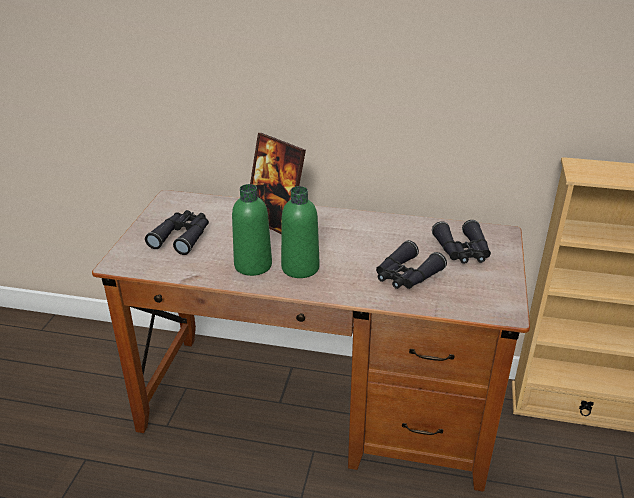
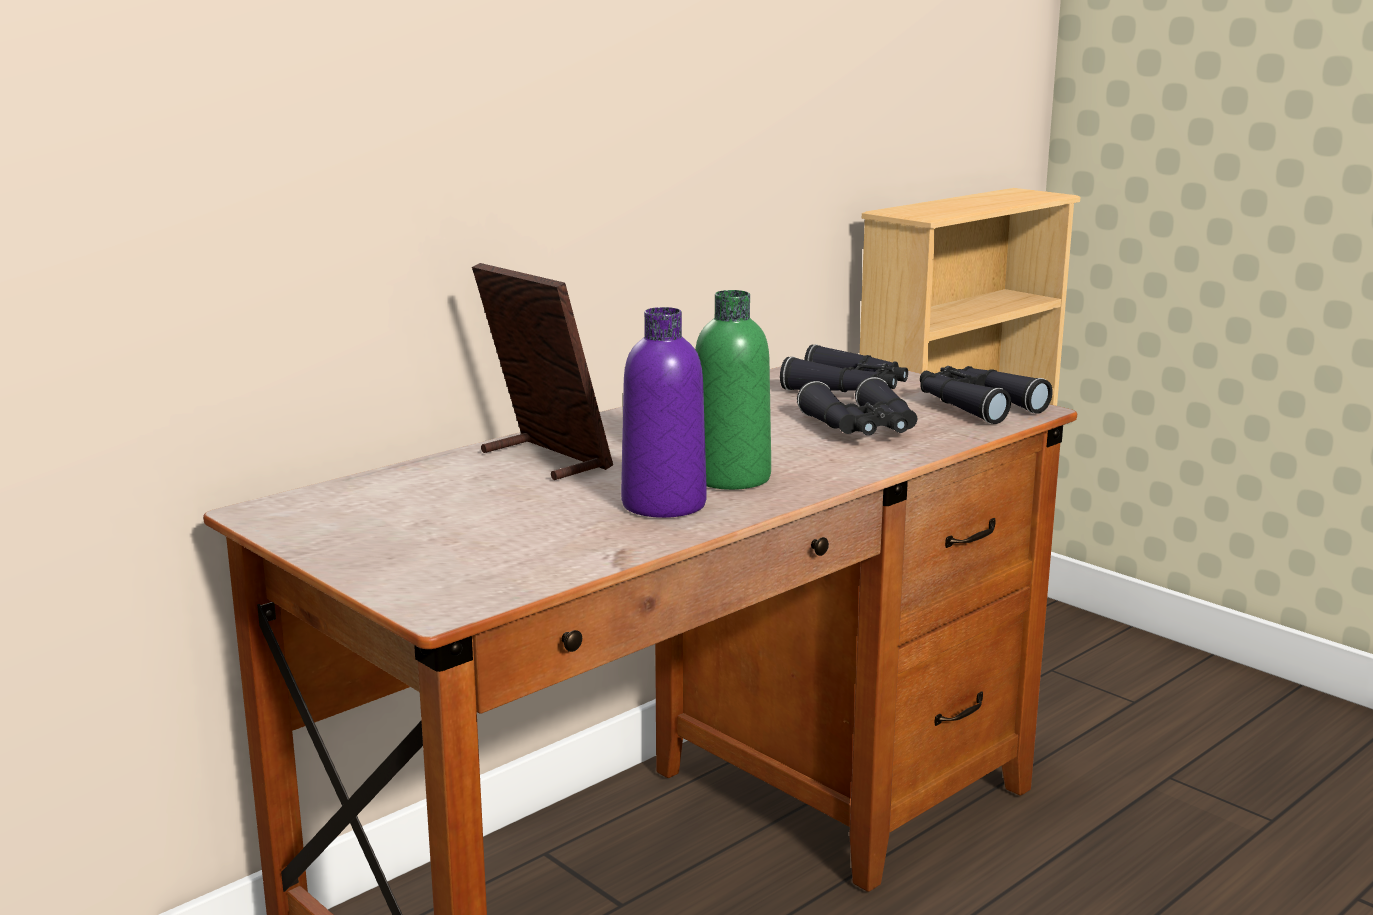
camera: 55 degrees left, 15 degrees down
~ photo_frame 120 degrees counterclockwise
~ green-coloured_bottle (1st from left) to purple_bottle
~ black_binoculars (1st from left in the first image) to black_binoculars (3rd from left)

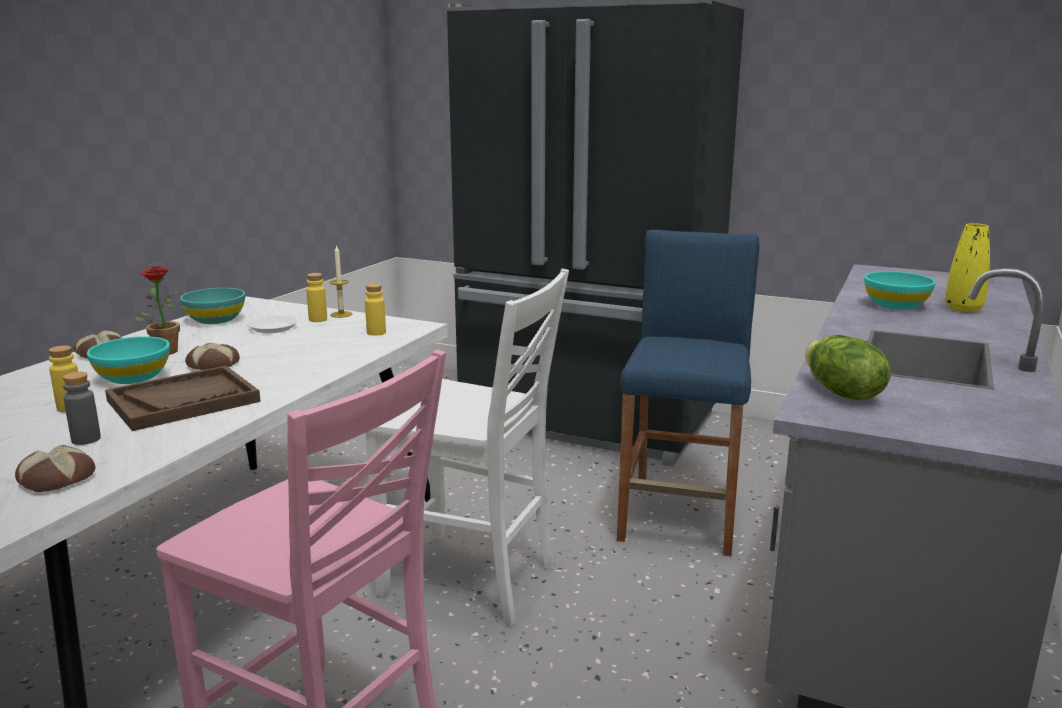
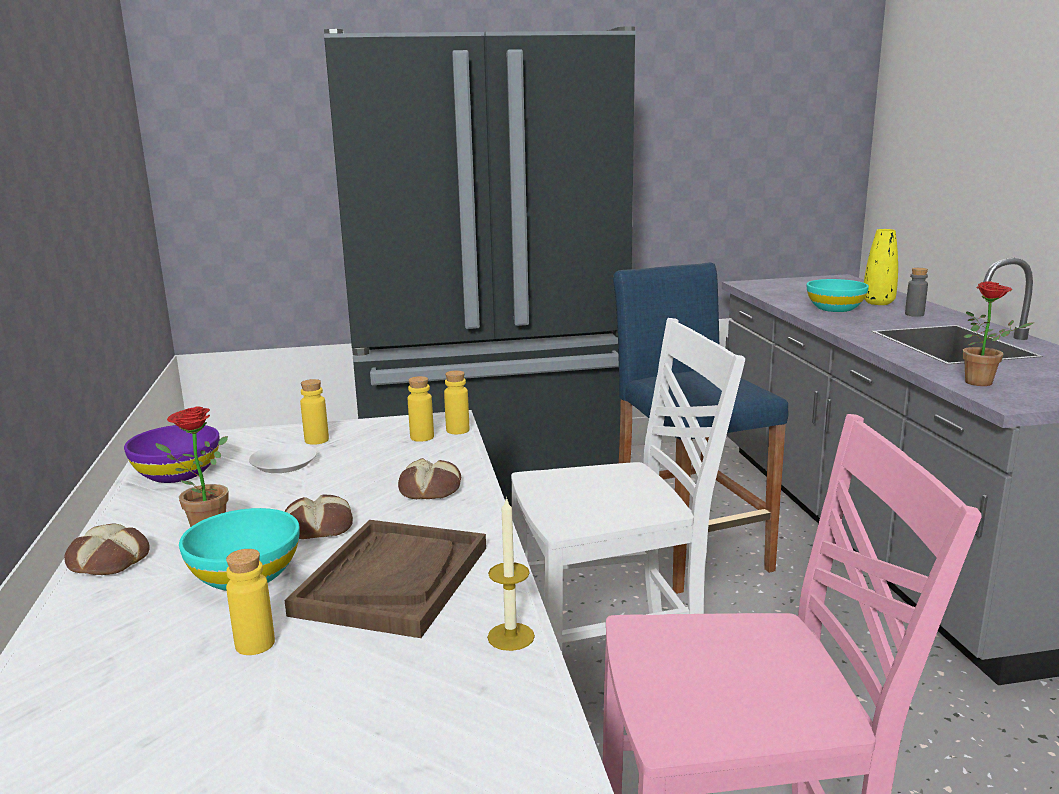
camera: 35 degrees left, 0 degrees up
~ wax_light
~ turquoise_bowl (2nd from left) to purple_bowl
~ head_of_lettuce to potted_plant (2nd from left)
~ greyish_bottle
~ baked_bread (1st from left in the first image) to baked_bread (3rd from left)
+ yellow-coloured_bottle (4th from left)

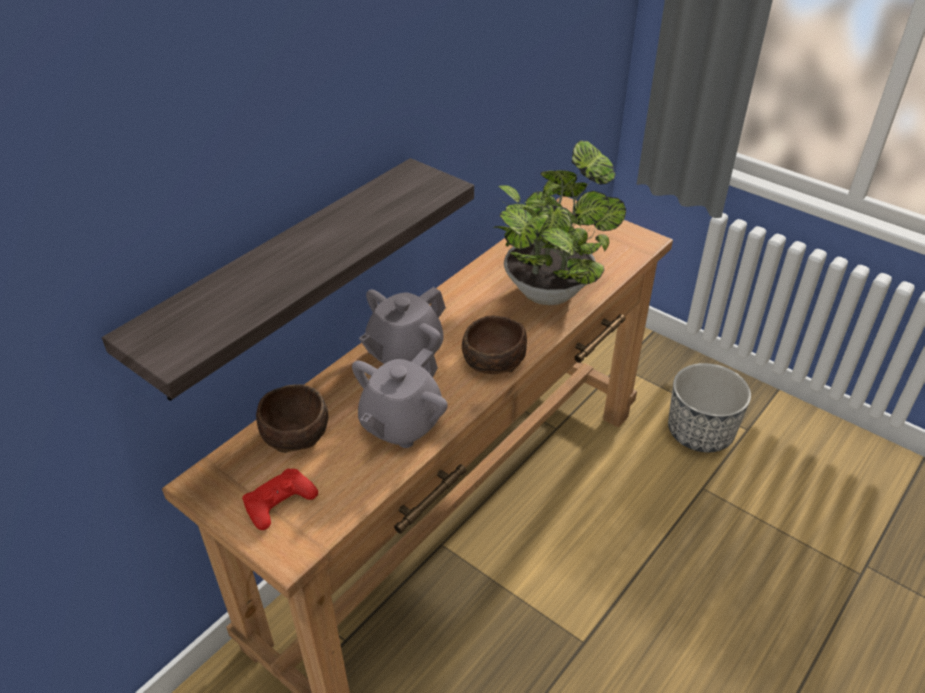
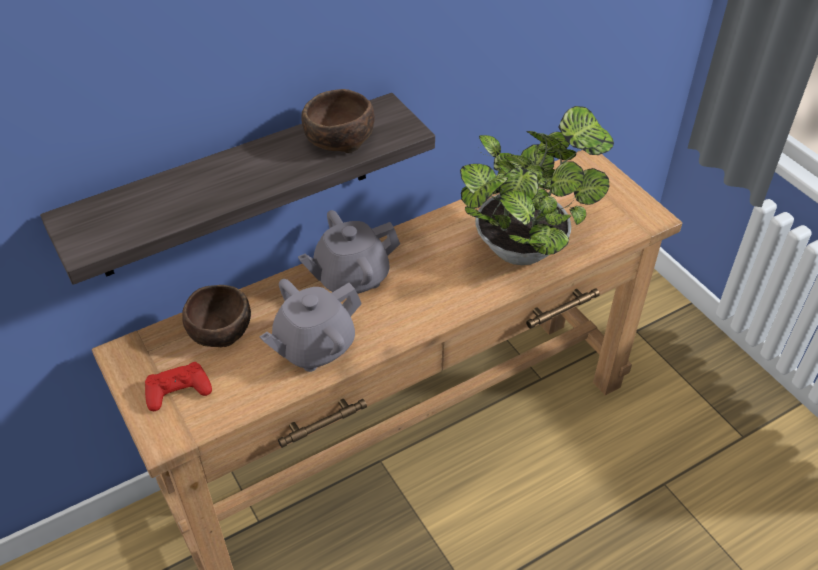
camera: 20 degrees right, 5 degrees up
~ brown_bowl (2nd from left)
- flower_pot

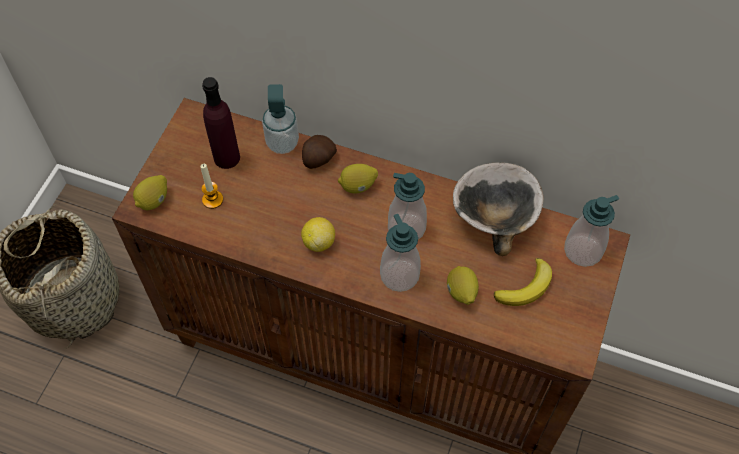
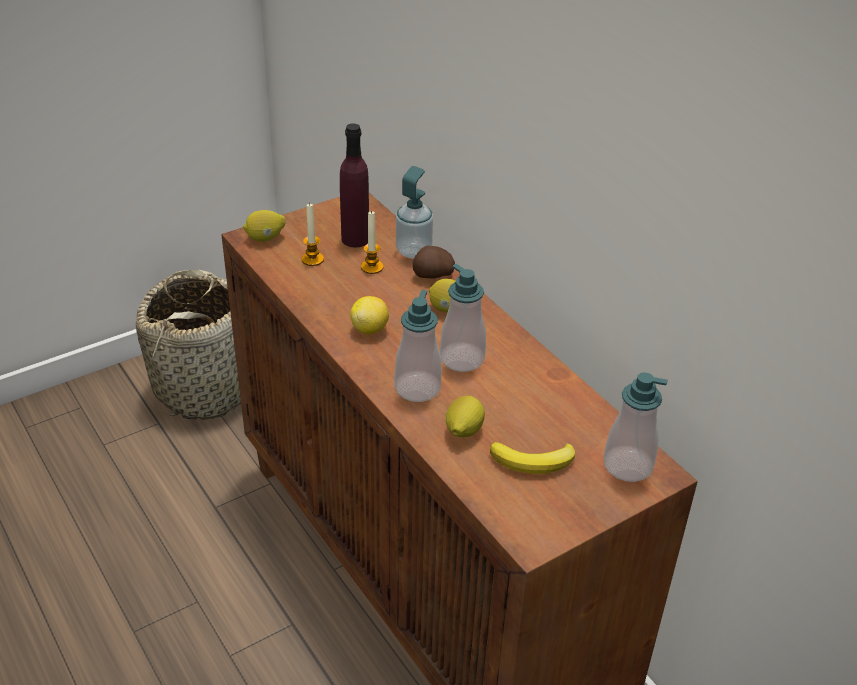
camera: 35 degrees right, 20 degrees down
- bowl
+ wax_light (2nd from left)

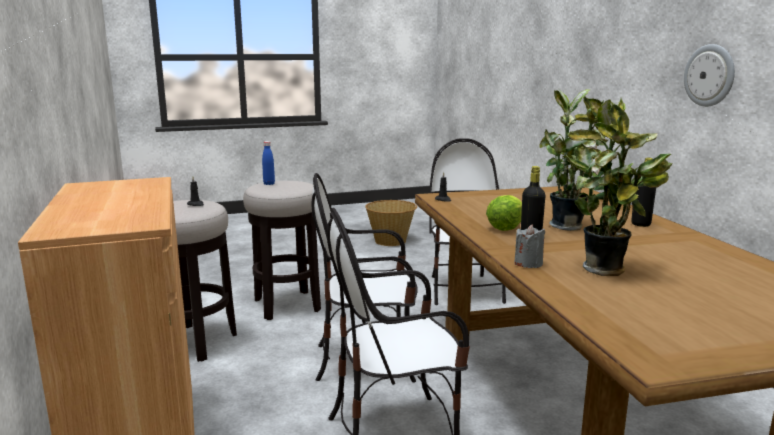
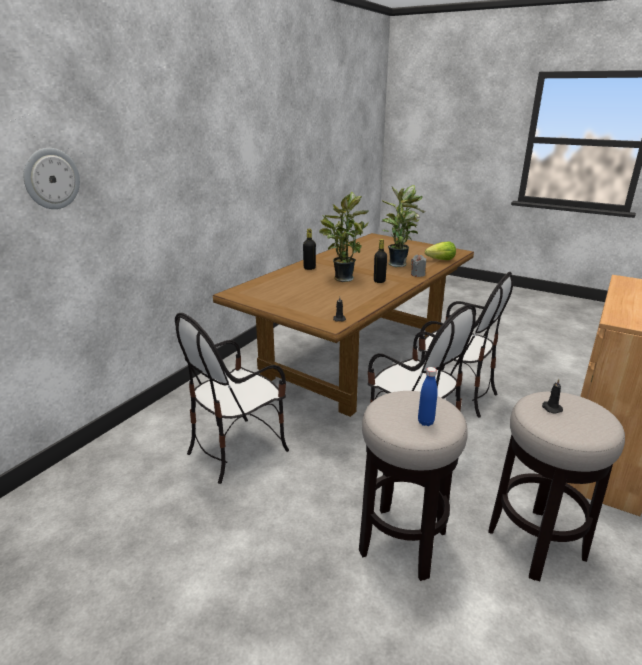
camera: 130 degrees left, 10 degrees up
~ hanging_clock
~ head_of_lettuce
- household_basket

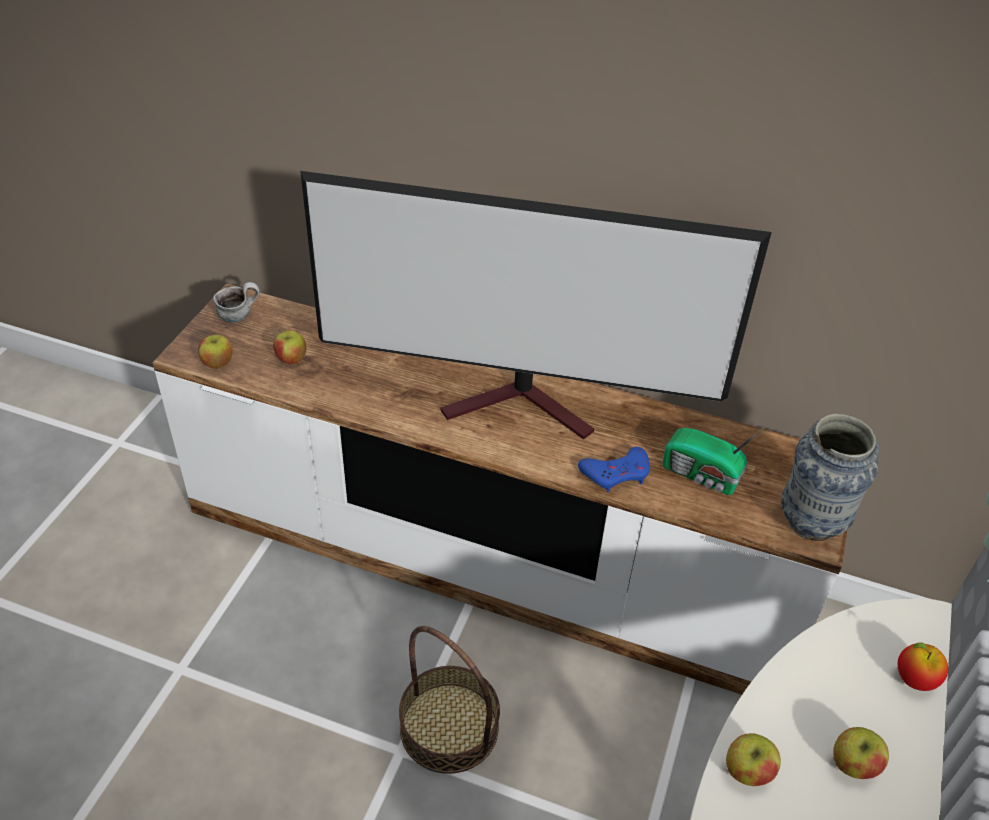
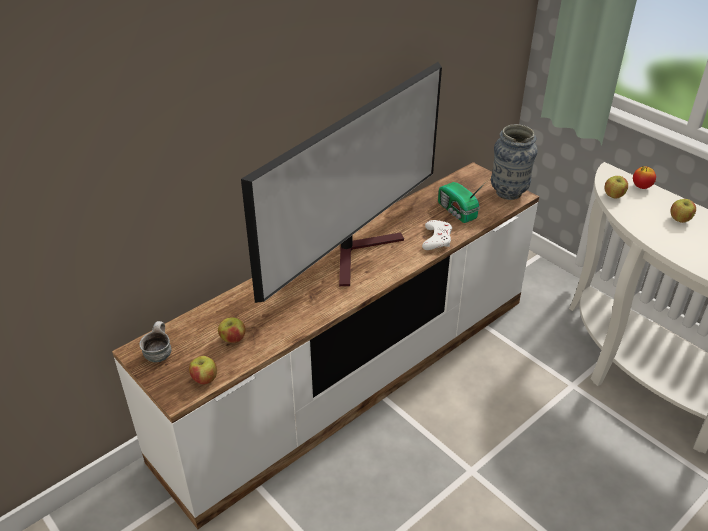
camera: 60 degrees left, 5 degrees down
~ radio 90 degrees clockwise
~ blue_game_controller to whitish_game_controller
- household_basket
~ whole_apple (3rd from left)

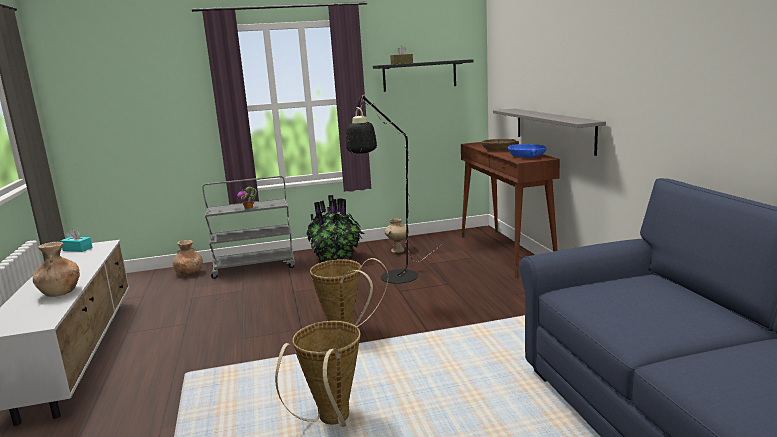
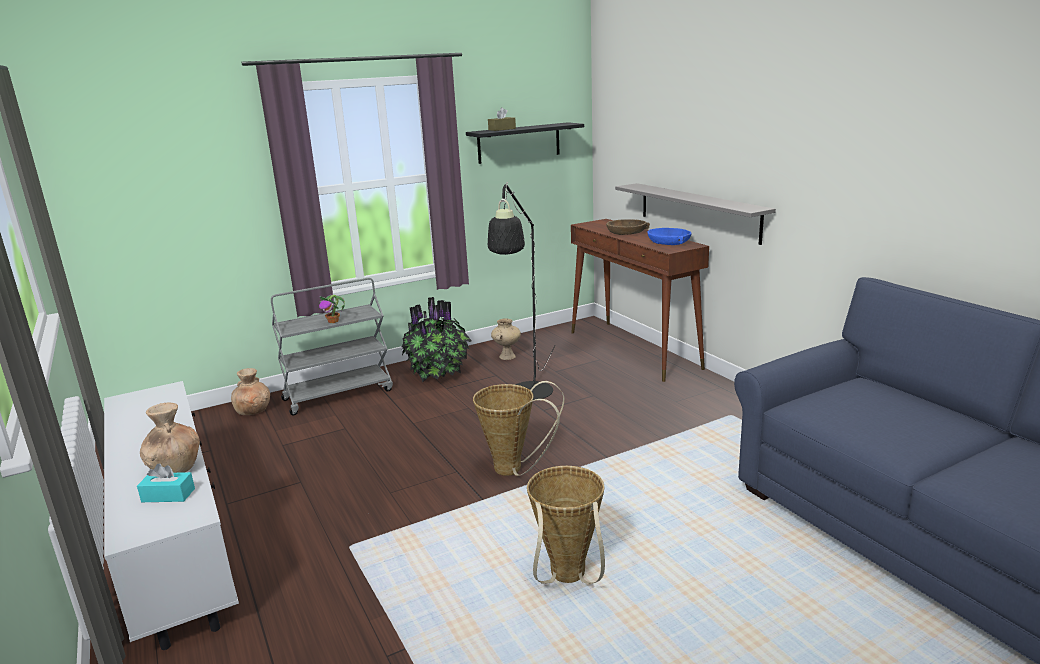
camera: 15 degrees left, 5 degrees up
~ turquoise_tissue_holder

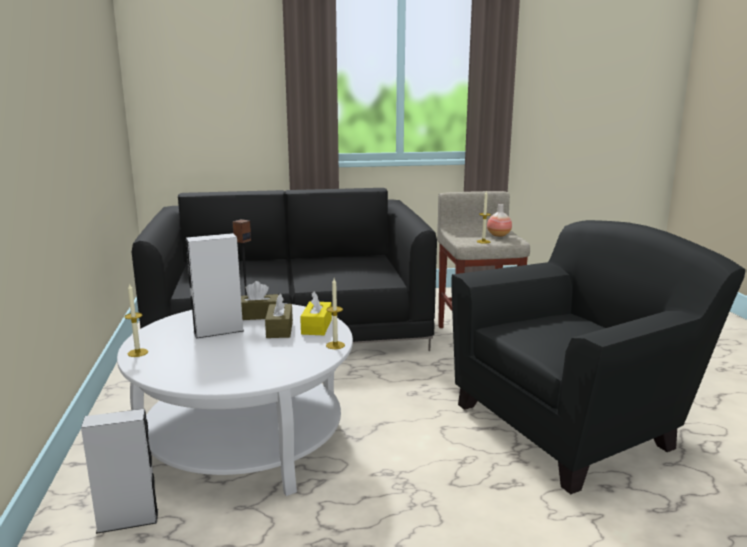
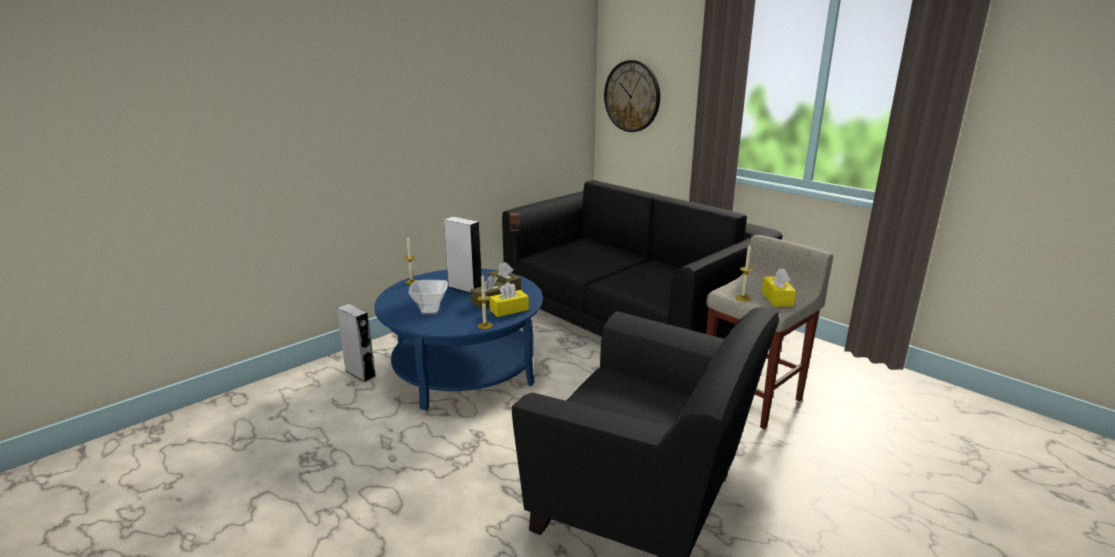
camera: 55 degrees right, 5 degrees up
~ decorative_vase to yellow-coloured_tissue_holder (2nd from left)
~ whitish_low_table to blue_low_table
+ hanging_clock
+ bowl

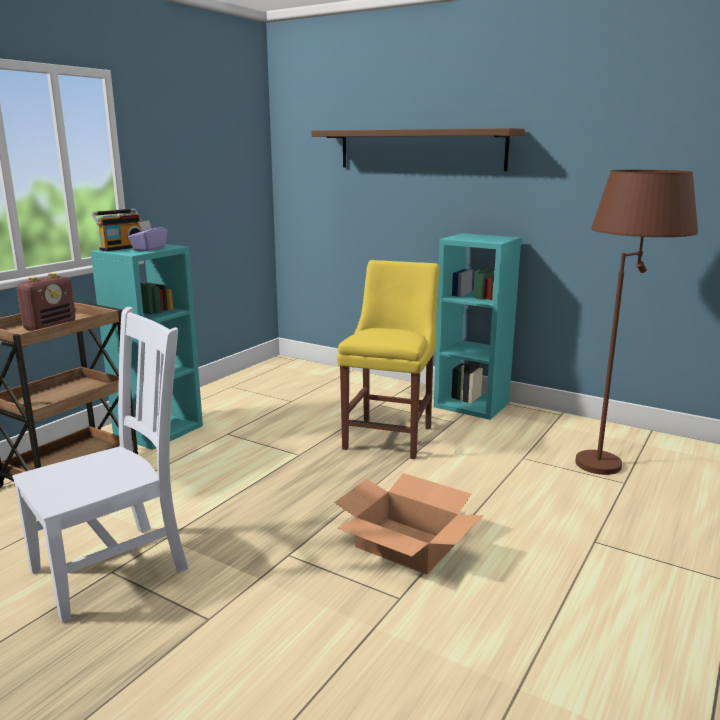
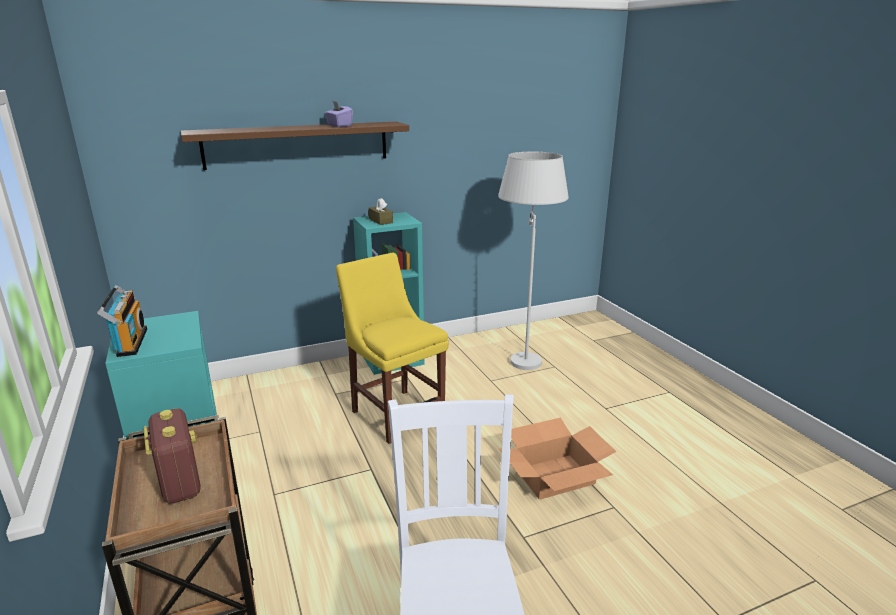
camera: 55 degrees left, 5 degrees up
~ brown_floor_lamp to whitish_floor_lamp
~ purple_tissue_holder
+ brown_tissue_holder

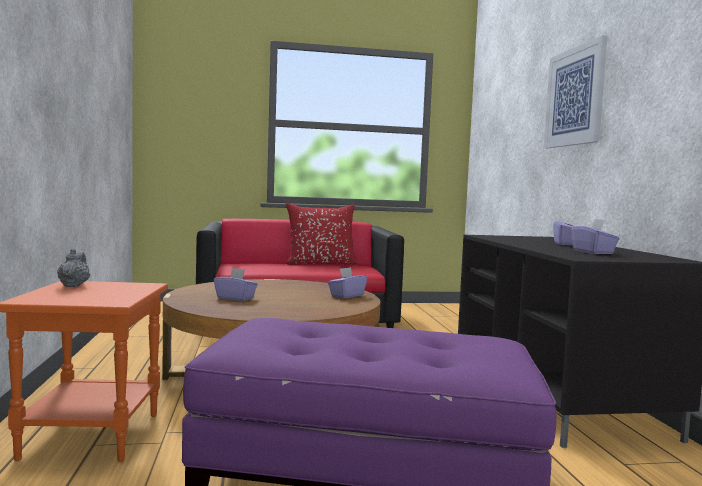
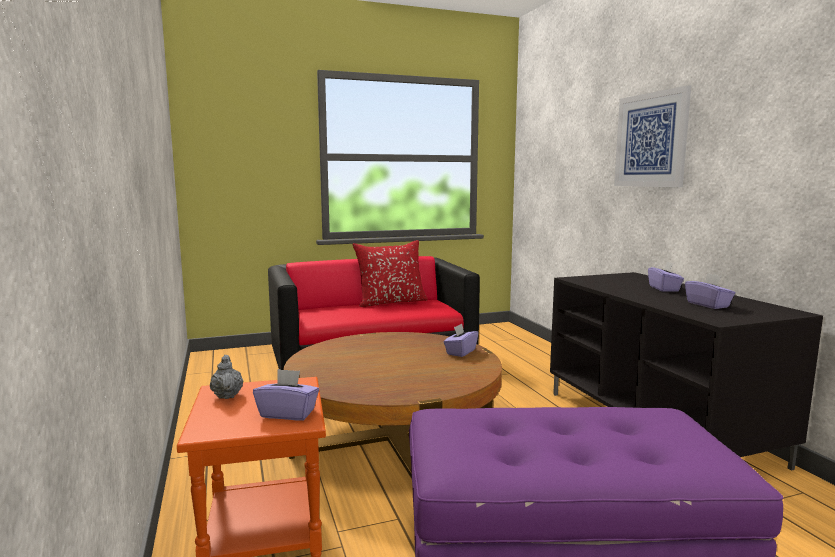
camera: 10 degrees left, 5 degrees up
~ purple_tissue_holder (1st from left)

